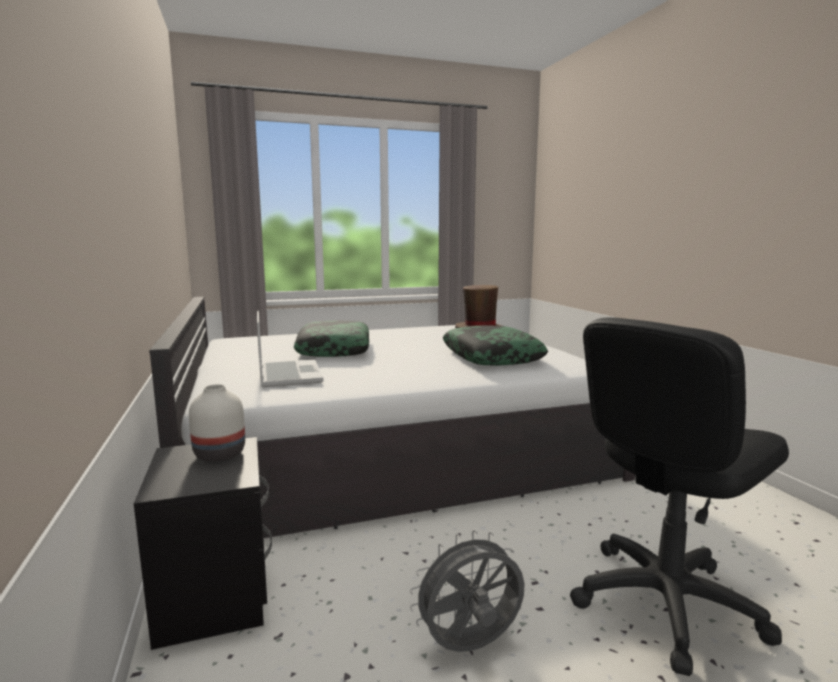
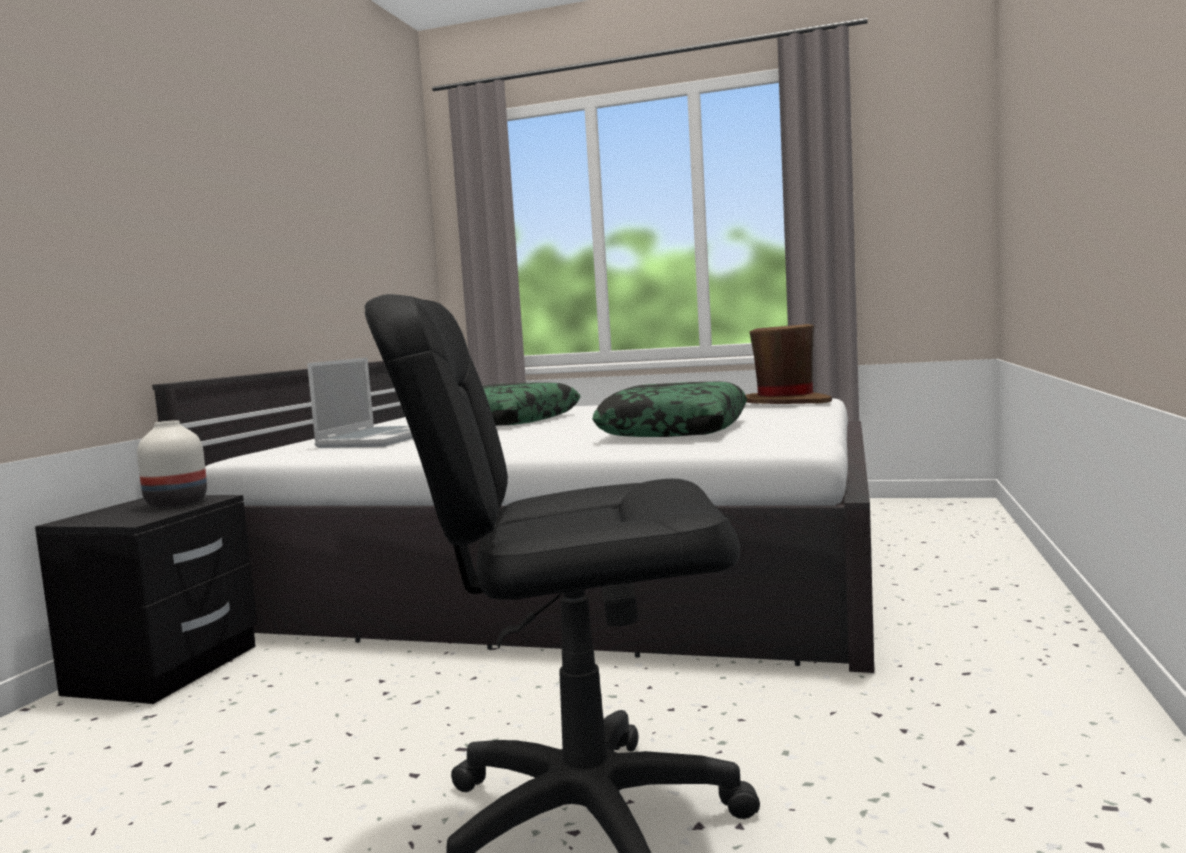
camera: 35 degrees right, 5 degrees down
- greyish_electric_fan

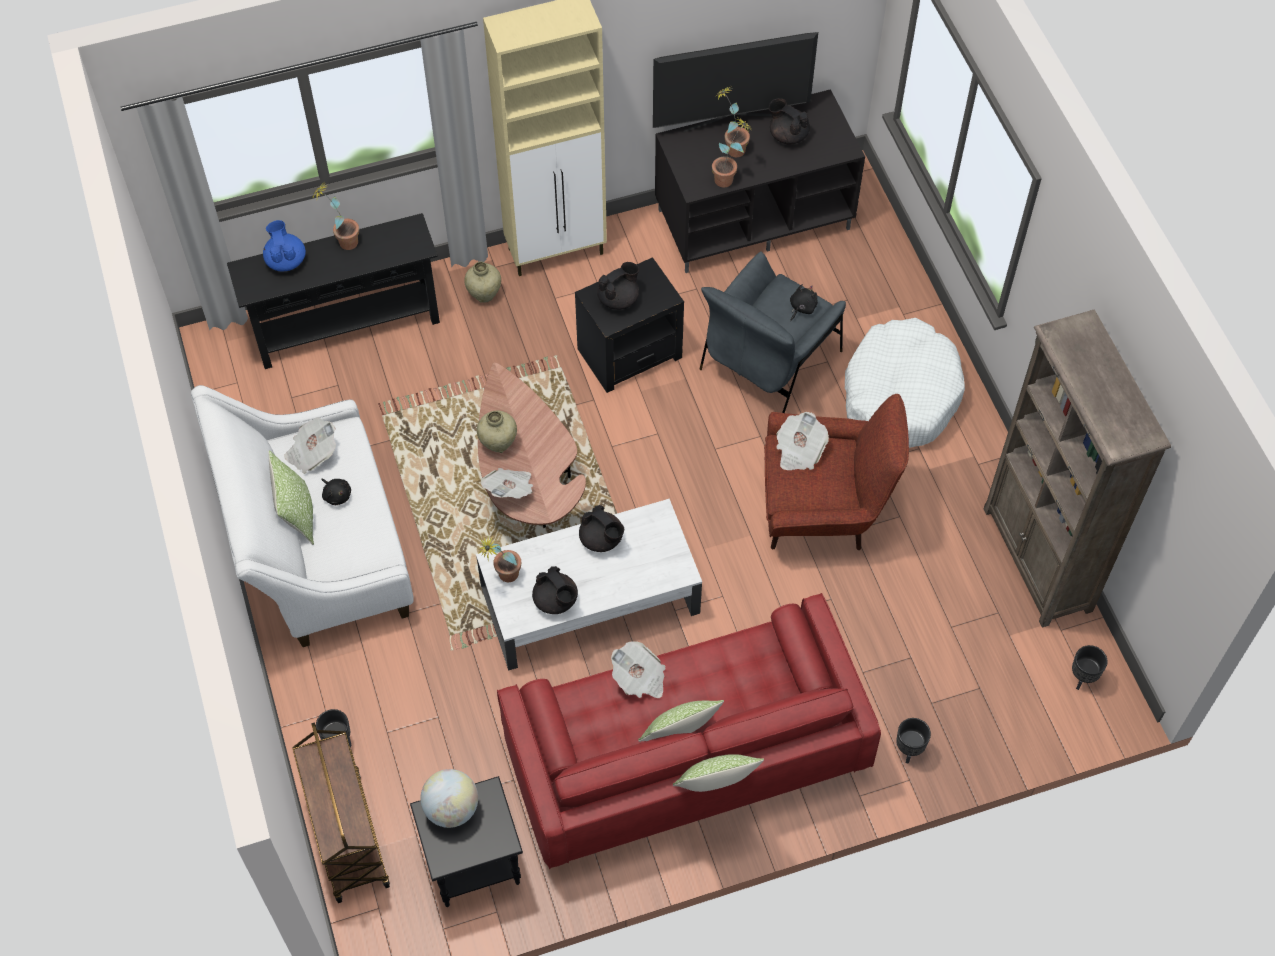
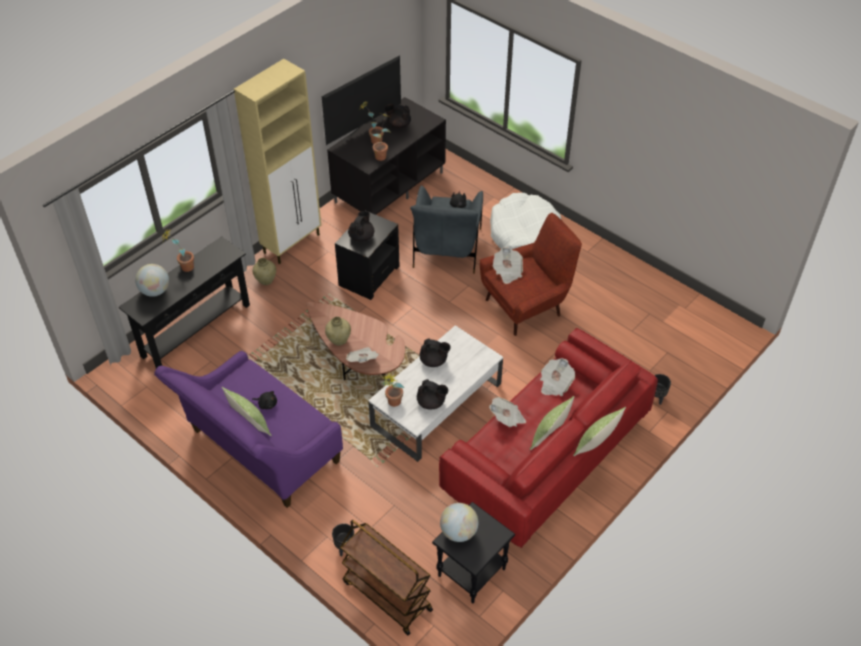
camera: 30 degrees left, 10 degrees down
~ blue_tea_pot to globe (1st from left)
- brown_bookcase
~ whitish_couch to purple_couch
~ daily_paper (1st from left in the first image) to daily_paper (4th from left)
- black_flower_pot (3rd from left)

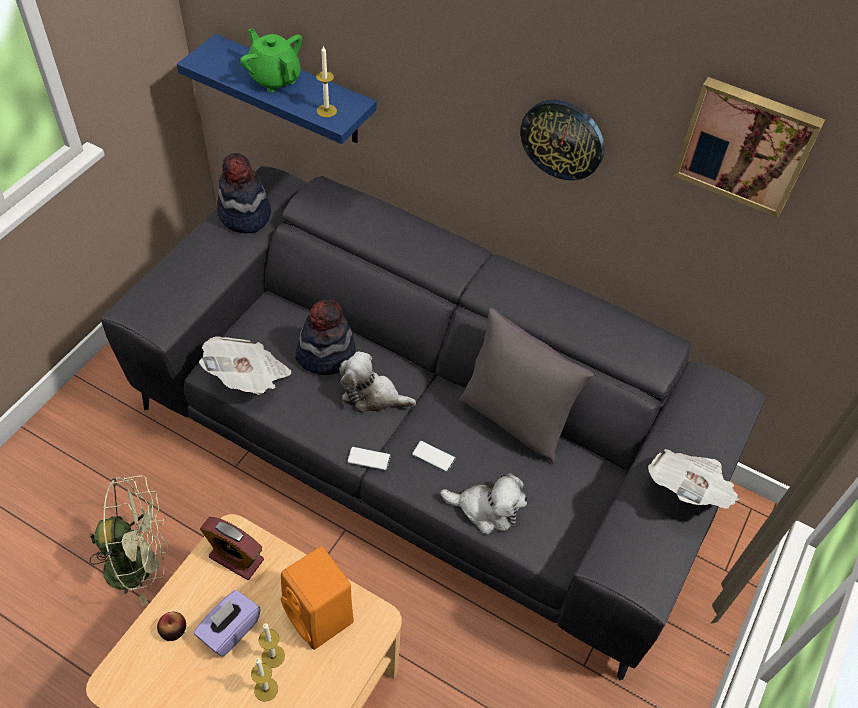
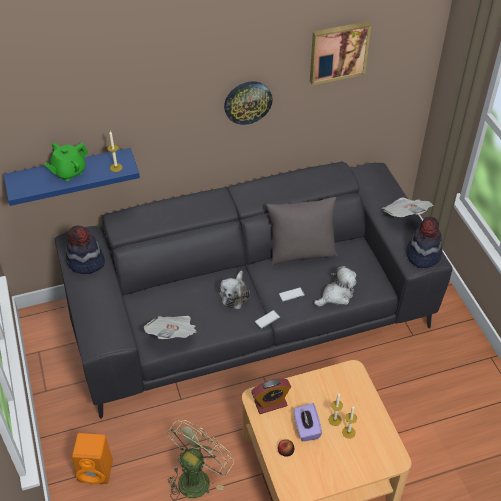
camera: 45 degrees left, 5 degrees down
~ green-coloured_tea_pot 45 degrees counterclockwise
~ clothing_hat (2nd from left)
~ soft_toy (1st from left) 45 degrees counterclockwise
~ orange-coloured_loudspeaker

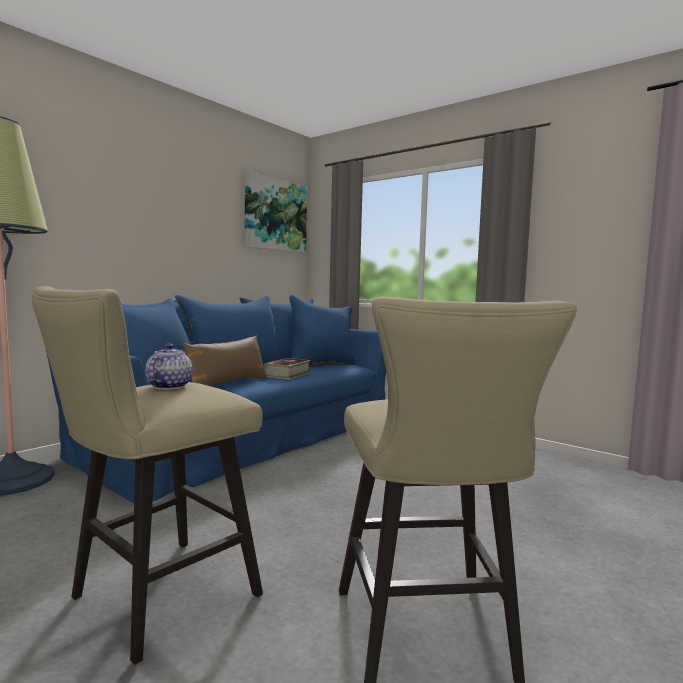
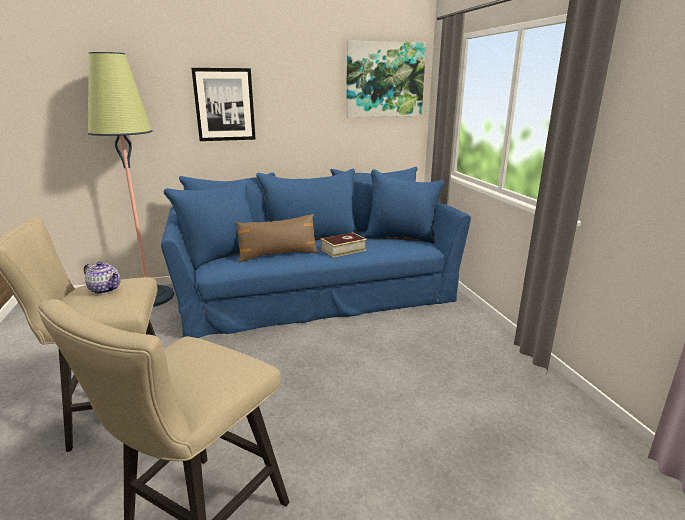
camera: 35 degrees right, 15 degrees up
~ tea_pot 75 degrees clockwise
+ wall_picture (1st from left)

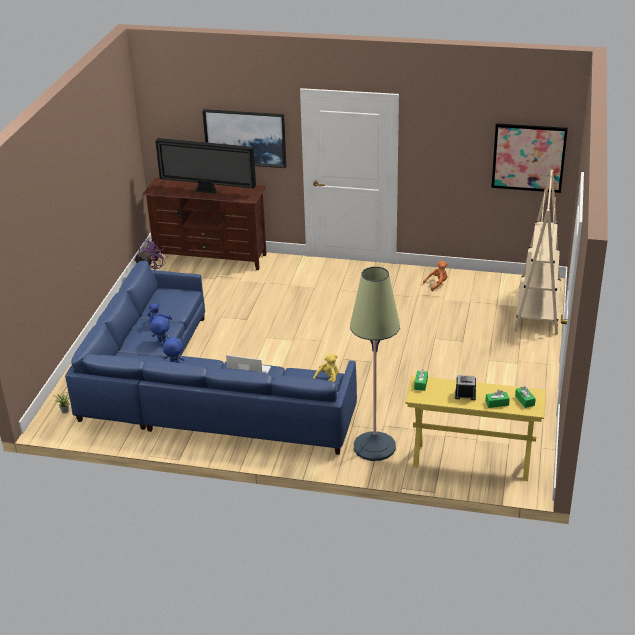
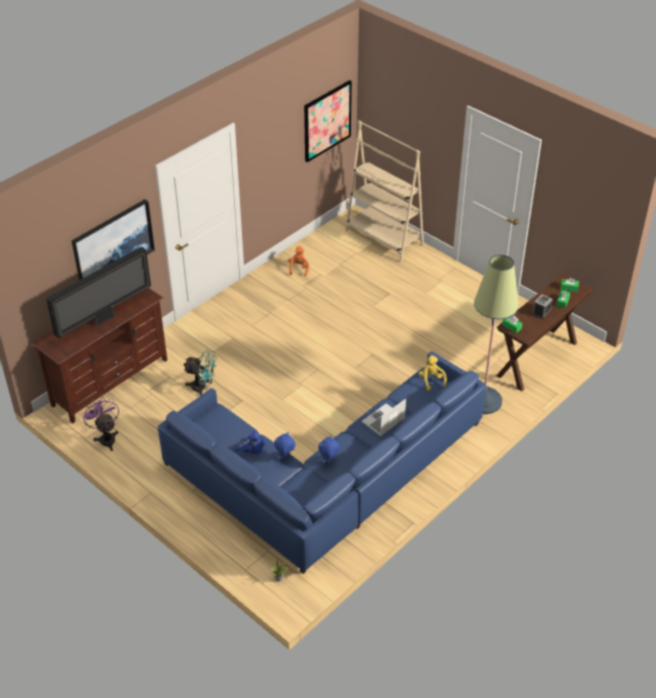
camera: 60 degrees left, 10 degrees up
~ yellow-coloured_narrow_table to brown_narrow_table
+ turquoise_electric_fan

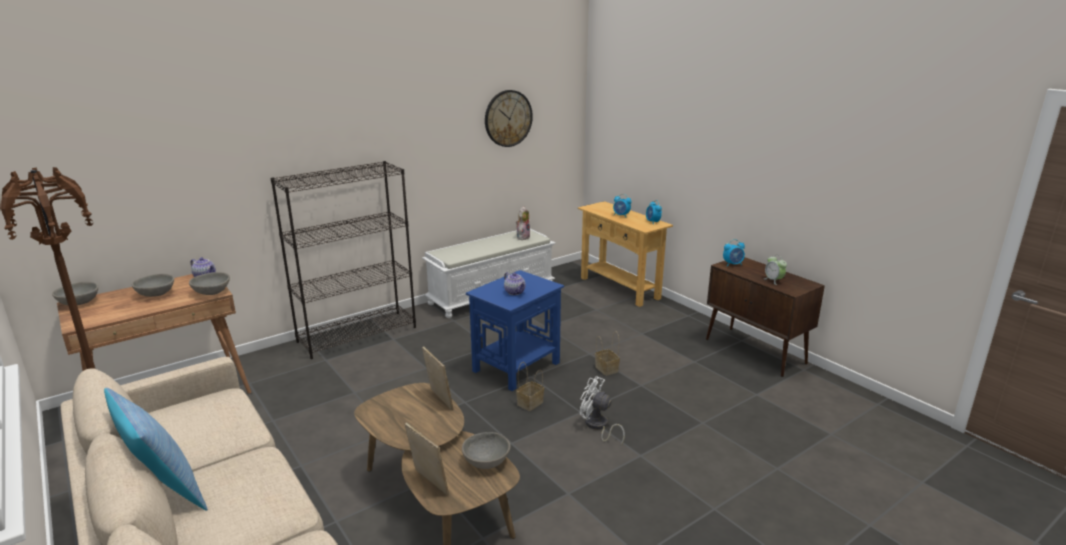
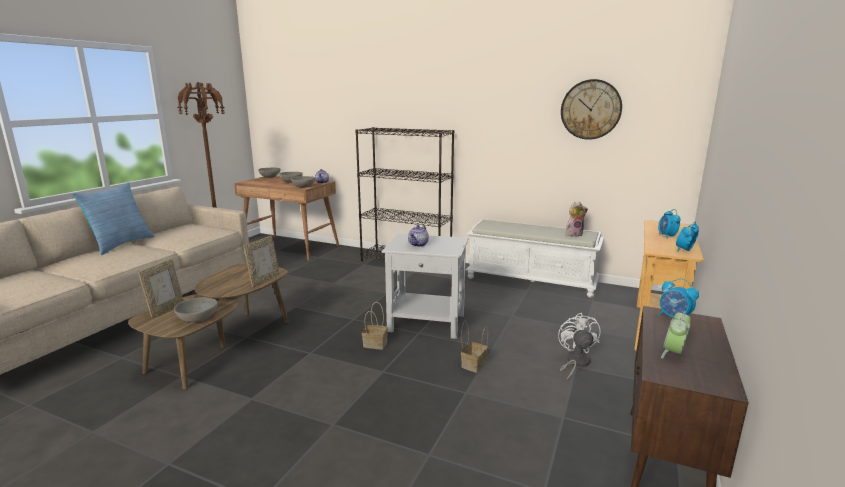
camera: 60 degrees right, 5 degrees down
~ blue_side_table to whitish_side_table
~ whitish_electric_fan

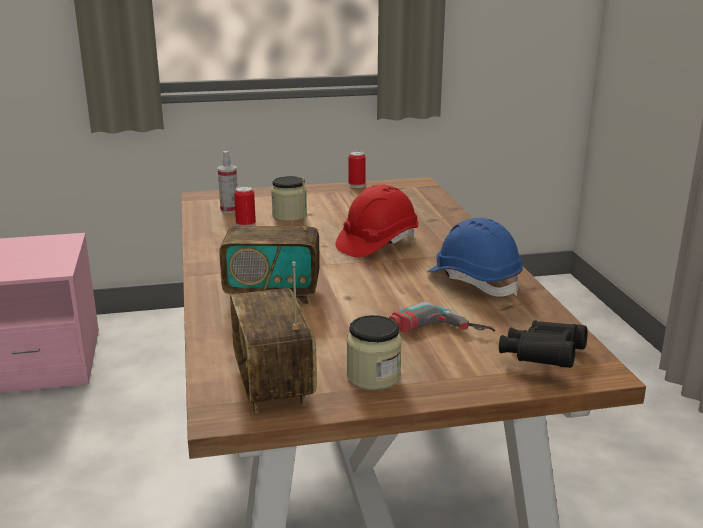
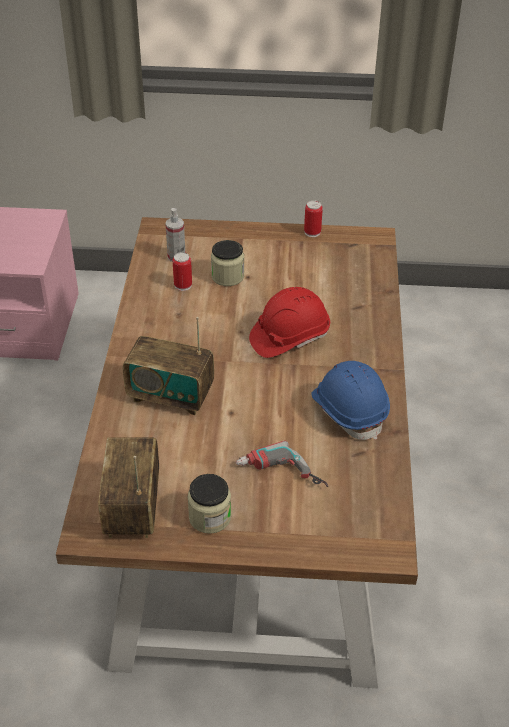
camera: 15 degrees right, 20 degrees up
- black_binoculars

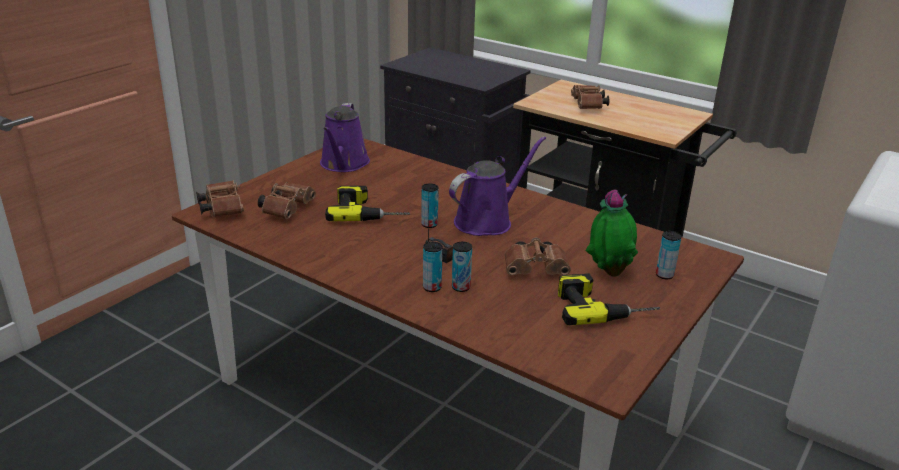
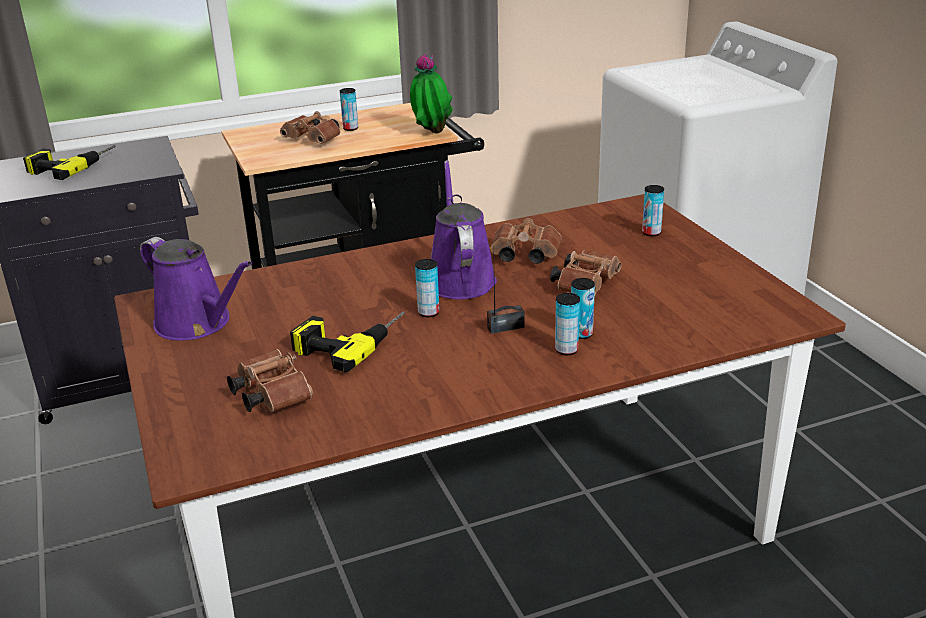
camera: 55 degrees left, 0 degrees up
~ brown_binoculars (1st from left in the first image) to brown_binoculars (3rd from left)
~ potted_plant
~ drill (2nd from left in the first image) to drill (1st from left)
+ metal_can (1st from left)

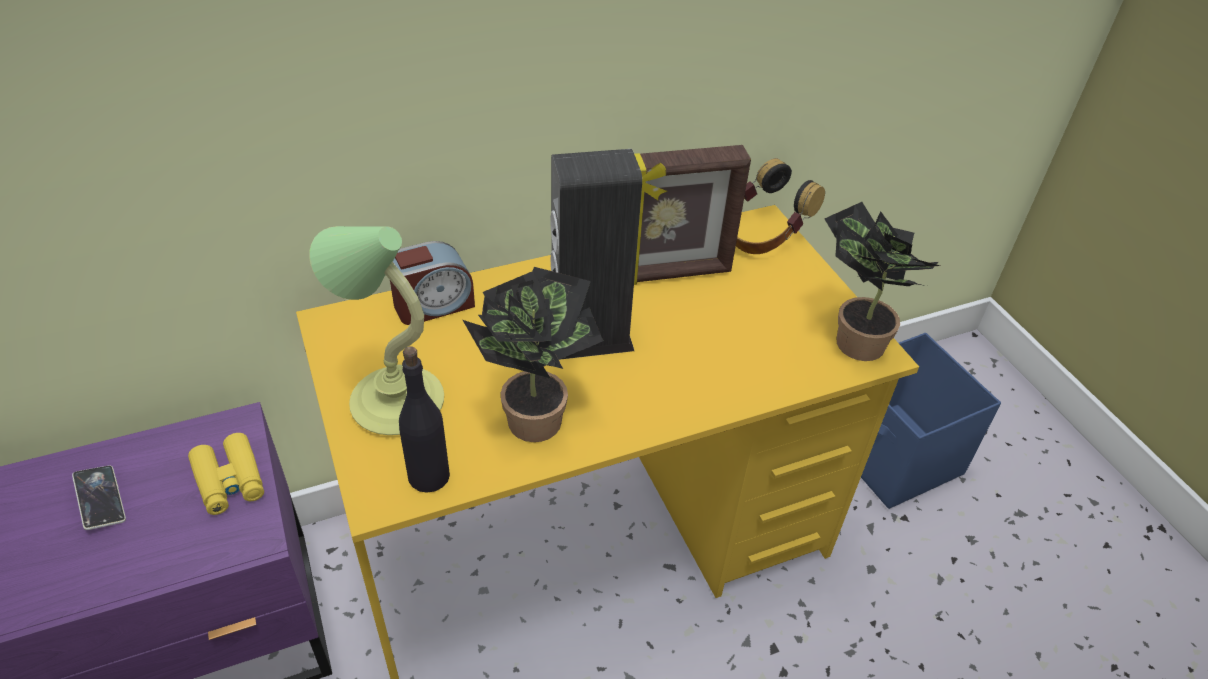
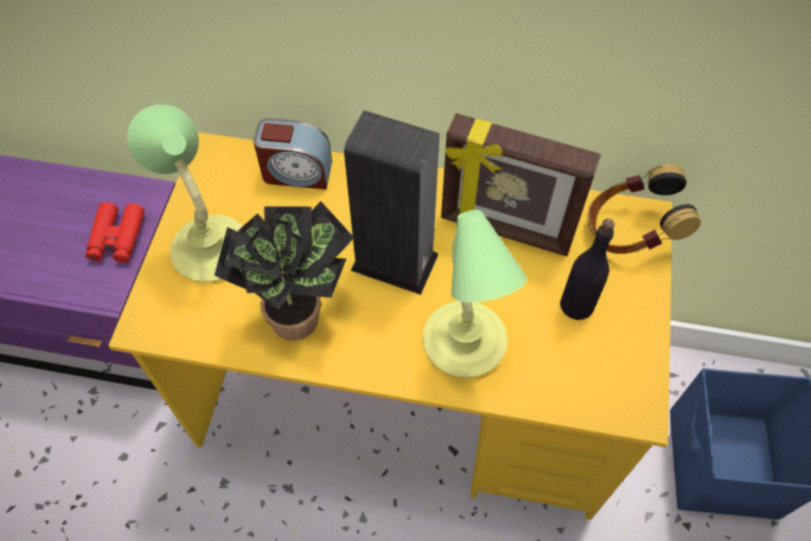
camera: 35 degrees right, 15 degrees up
- potted_plant (2nd from left)
~ black_bottle
~ yellow-coloured_binoculars to red-coloured_binoculars
- phone
+ tabletop_lamp (2nd from left)

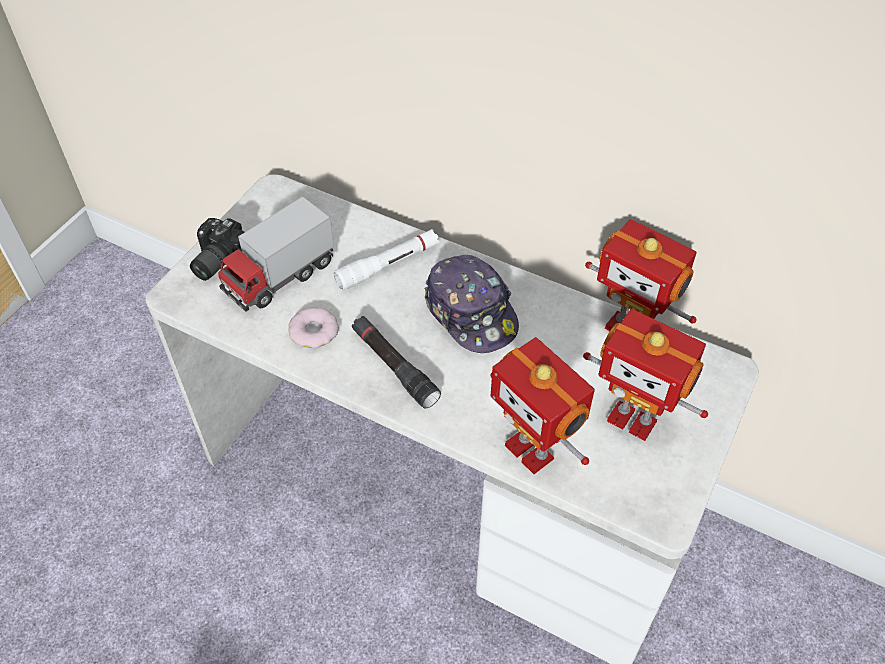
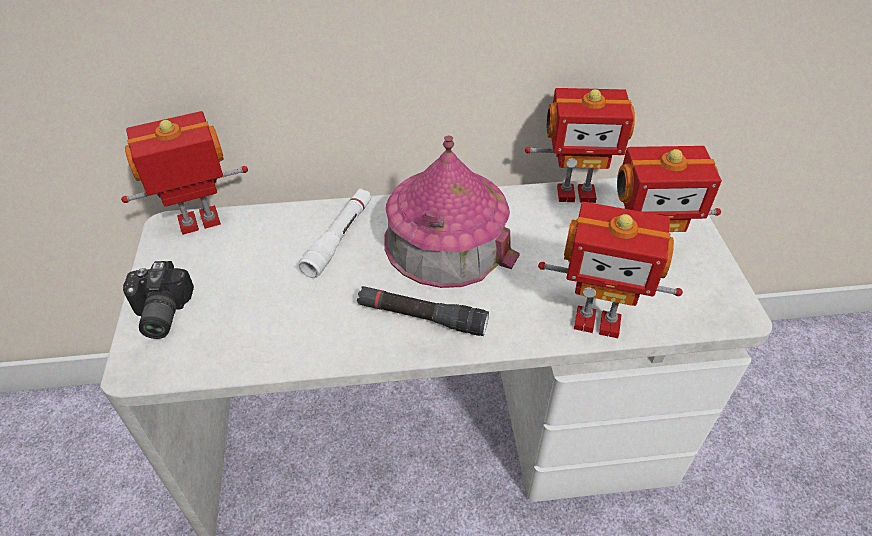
camera: 35 degrees left, 5 degrees down
- toy_truck
~ baseball_cap to miniature_house
- doughnut
+ model_robot (1st from left)

